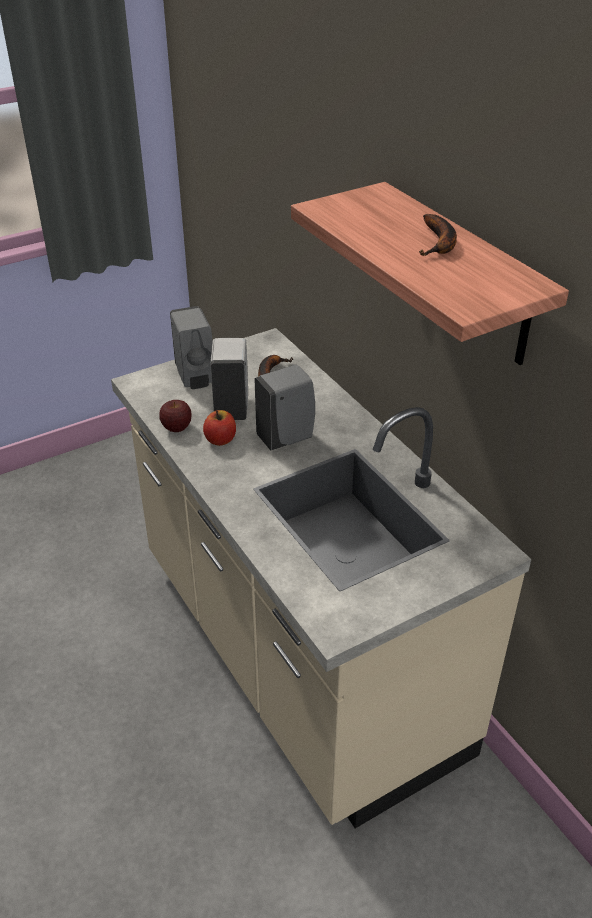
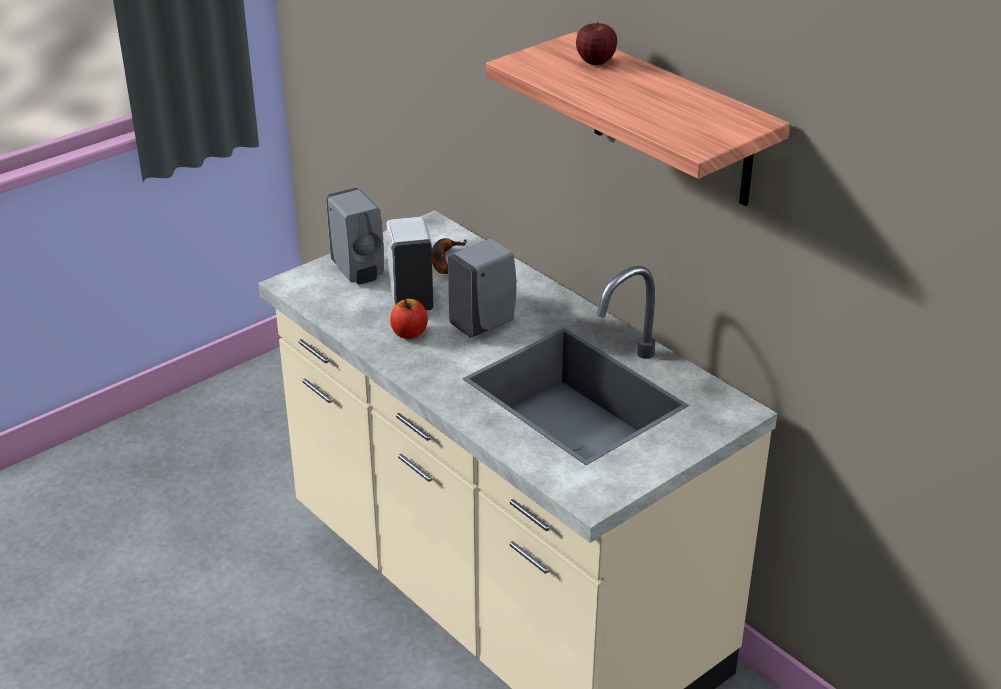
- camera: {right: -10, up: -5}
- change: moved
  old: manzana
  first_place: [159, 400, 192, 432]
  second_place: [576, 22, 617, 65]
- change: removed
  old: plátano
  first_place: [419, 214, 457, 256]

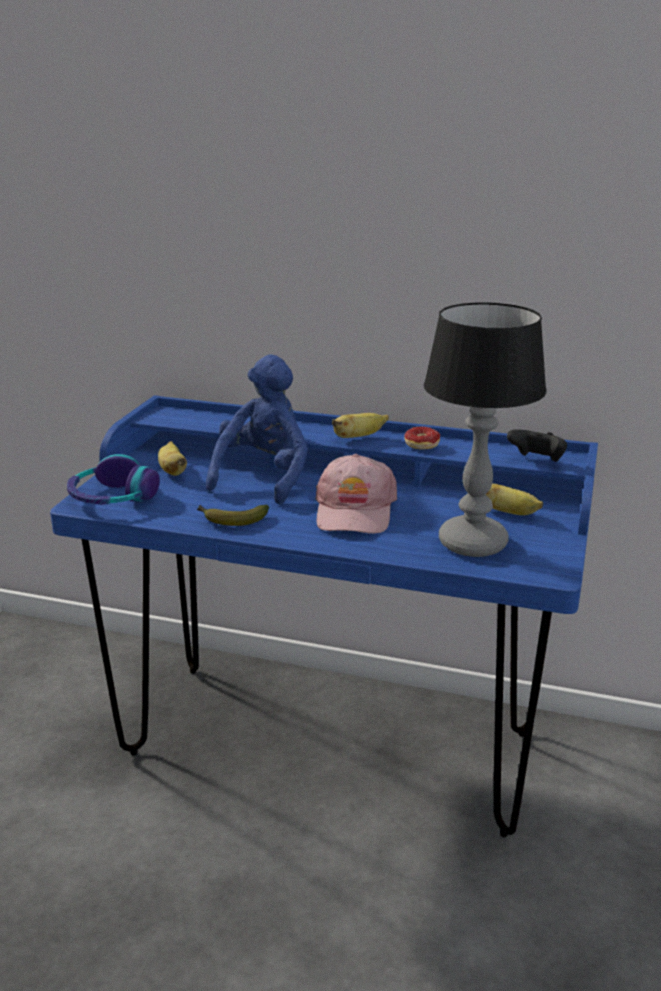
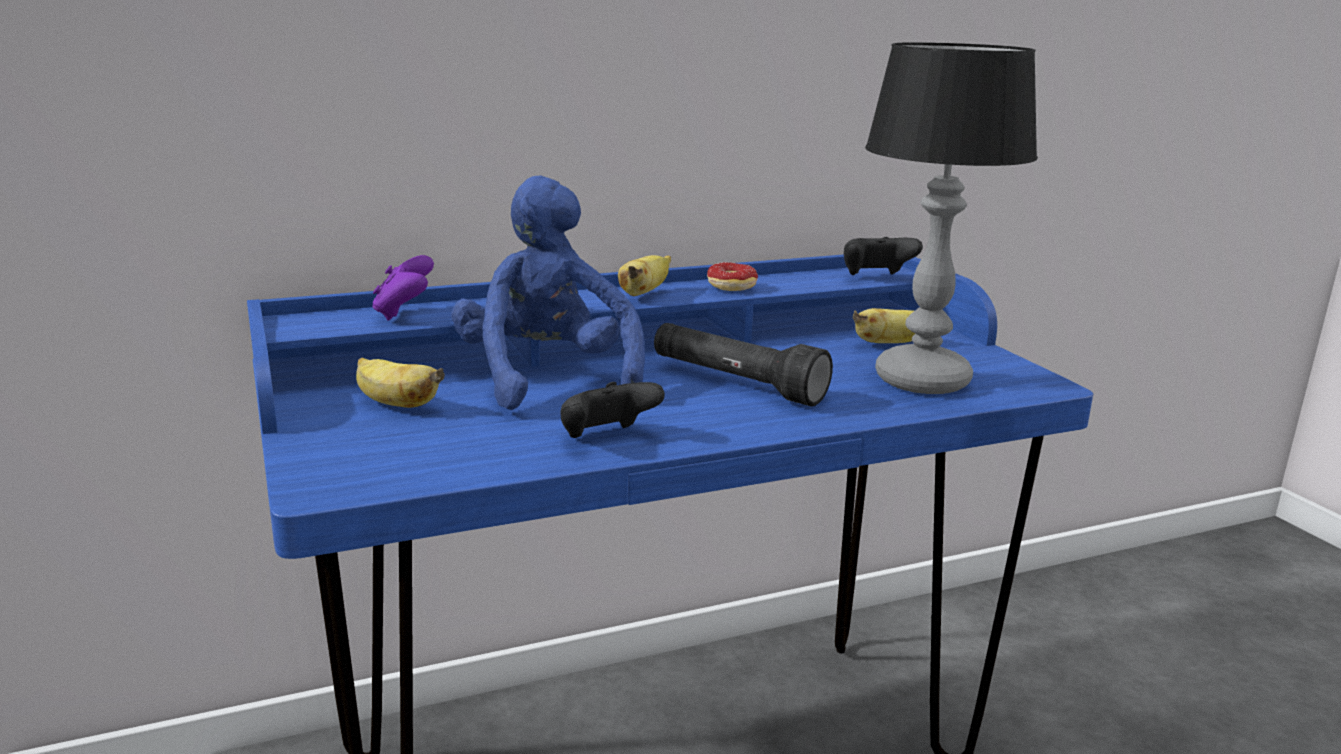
- camera: {right: -40, up: -5}
- change: added
  new: mando de consola [morado]
  second_place: [372, 255, 434, 321]
- change: replaced
  old: plátano
  new: mando de consola [negro]
  first_place: [197, 505, 269, 526]
  second_place: [560, 382, 665, 438]
- change: replaced
  old: gorra [rosa]
  new: linterna [negro]
  first_place: [315, 454, 397, 534]
  second_place: [654, 323, 833, 407]
- change: removed
  old: auriculares
  first_place: [67, 454, 160, 505]

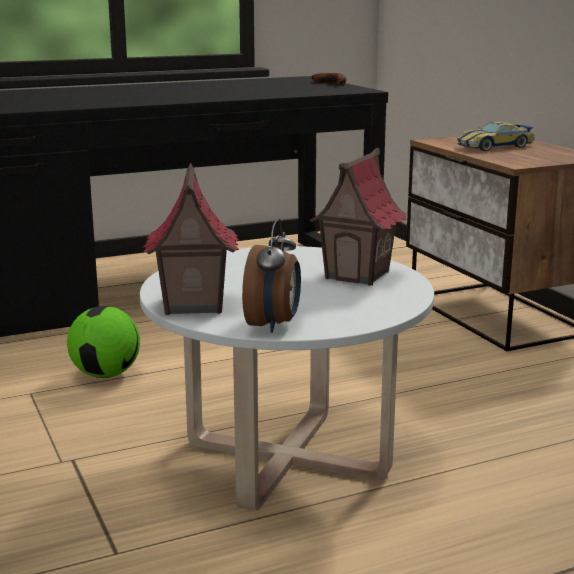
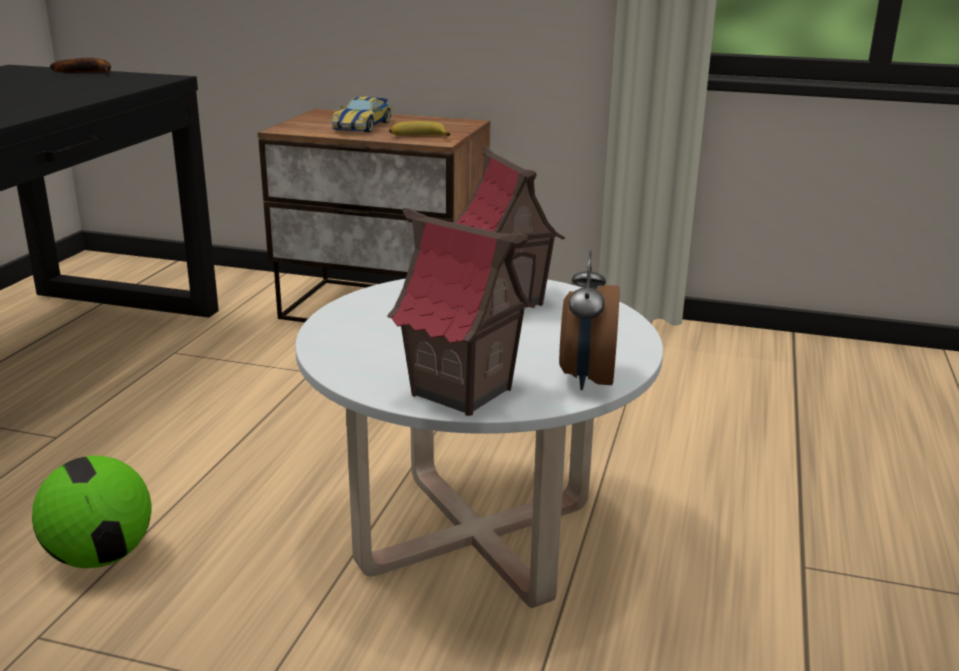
- camera: {right: -50, up: 5}
- change: added
  new: plátano
  second_place: [389, 121, 451, 136]
- change: turned
  old: despertador
  first_place: [242, 219, 301, 333]
  second_place: [559, 251, 620, 390]
  degrees: -135

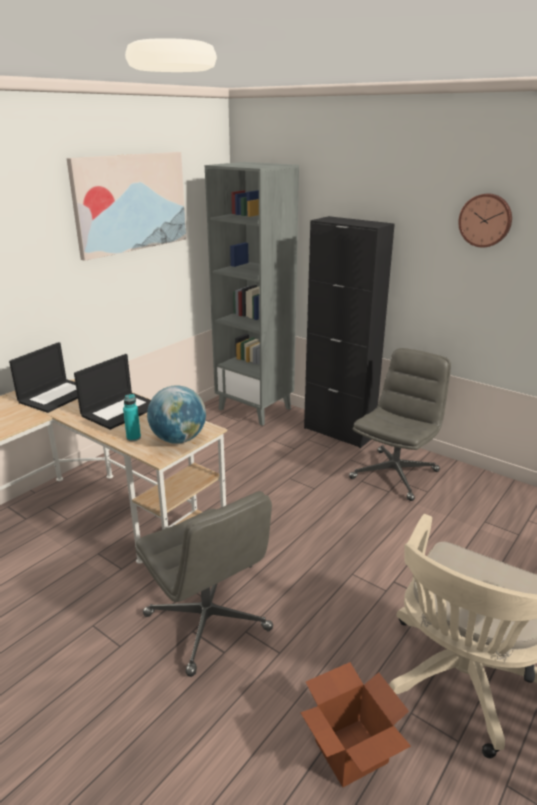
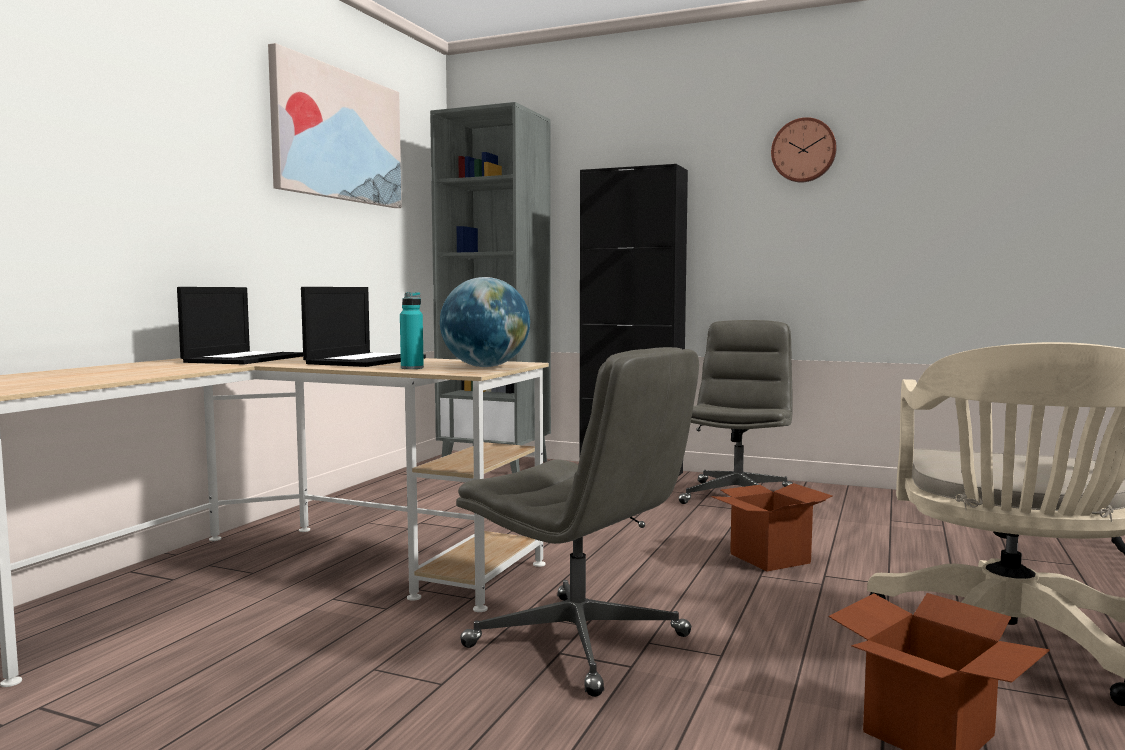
- camera: {right: -15, up: -20}
- change: added
  new: caja de cartón
  second_place: [711, 483, 833, 571]

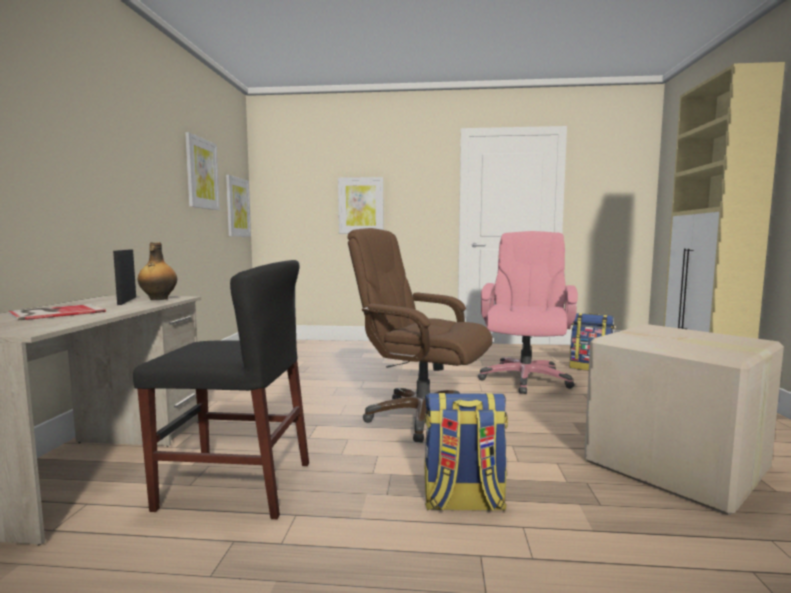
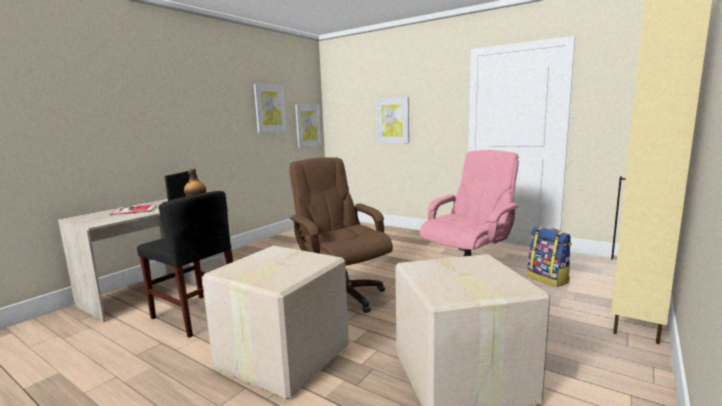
- camera: {right: 30, up: 5}
- change: replaced
  old: mochila
  new: caja de cartón
  first_place: [424, 393, 508, 511]
  second_place: [202, 245, 349, 399]

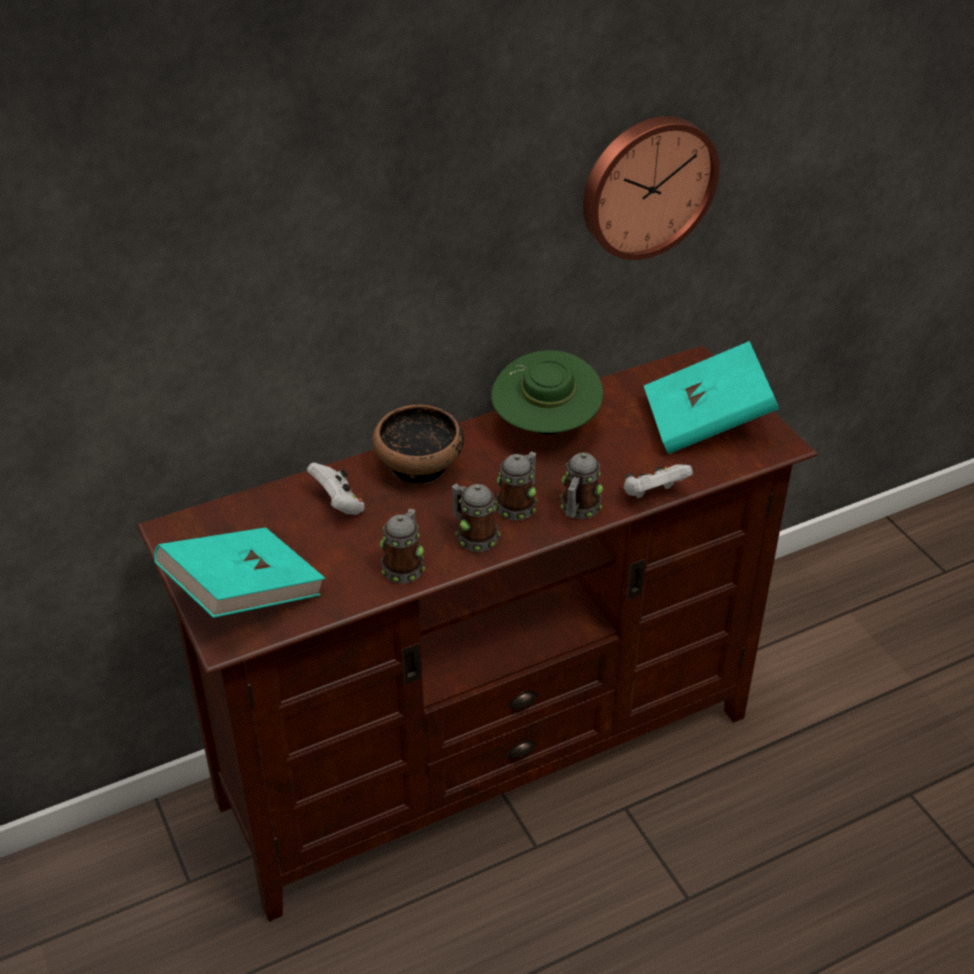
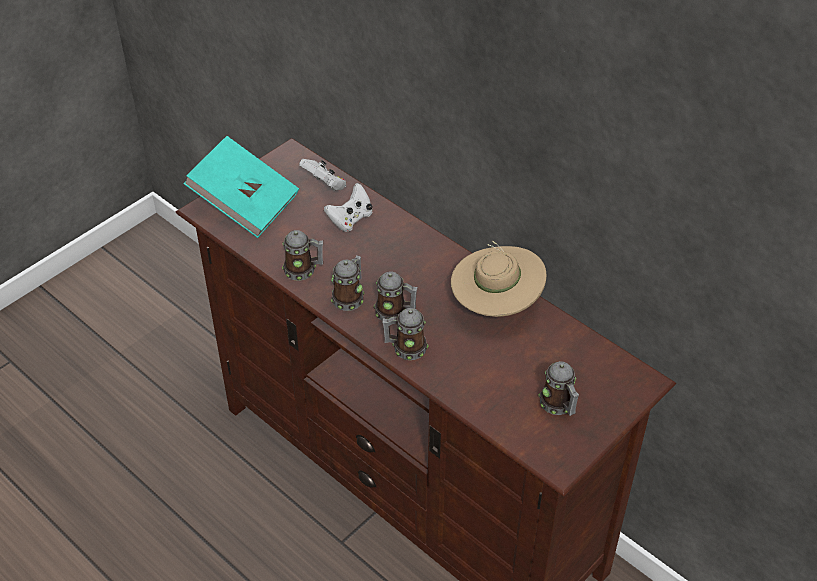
- camera: {right: 70, up: 5}
- change: moved
  old: mando de consola [blanco]
  first_place: [624, 464, 693, 498]
  second_place: [299, 159, 346, 191]
- change: recoloured
  old: sombrero [verde]
  new: sombrero [beis]
  first_place: [491, 350, 603, 435]
  second_place: [451, 241, 546, 317]
- change: replaced
  old: libro [turquesa]
  new: taza grande
  first_place: [644, 341, 779, 454]
  second_place: [538, 361, 579, 416]
- change: removed
  old: cuenco
  first_place: [373, 404, 464, 484]
- change: removed
  old: reloj de pared
  first_place: [583, 116, 719, 260]

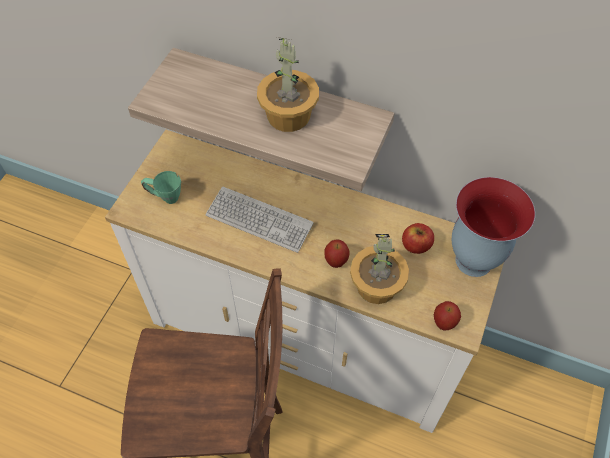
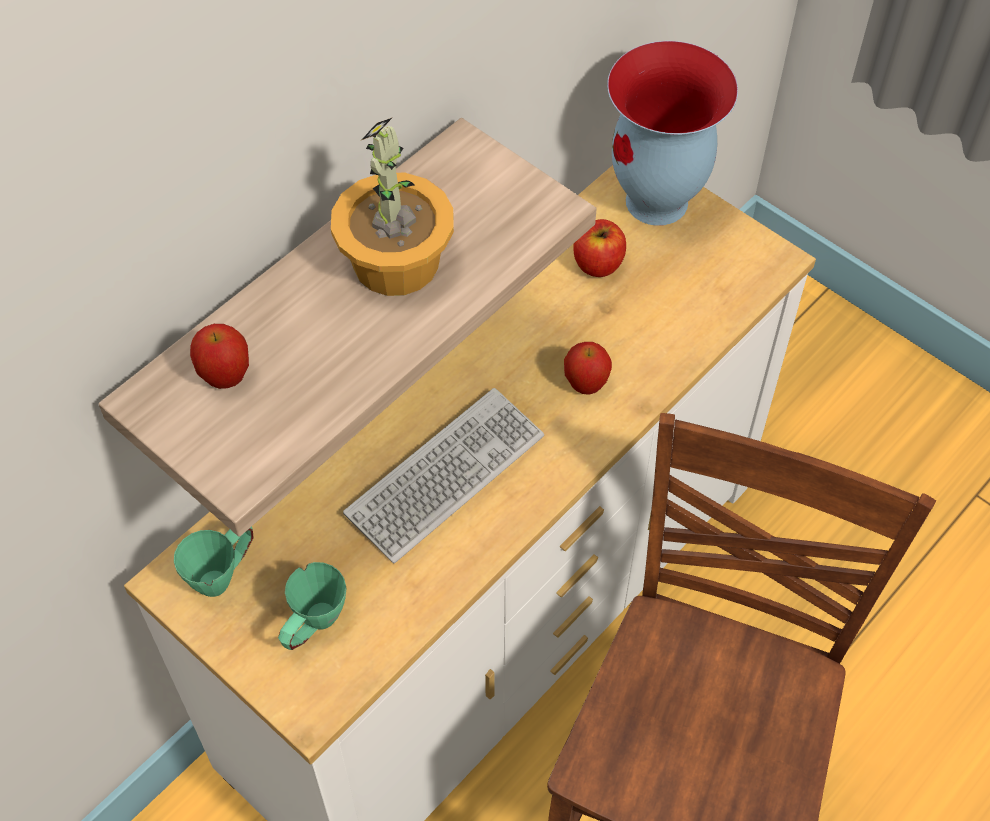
- camera: {right: -70, up: 0}
- change: added
  new: taza grande [verde]
  second_place: [174, 527, 254, 597]
- change: moved
  old: manzana
  first_place: [434, 301, 461, 331]
  second_place: [190, 324, 249, 389]
- change: removed
  old: planta en maceta
  first_place: [350, 234, 409, 304]

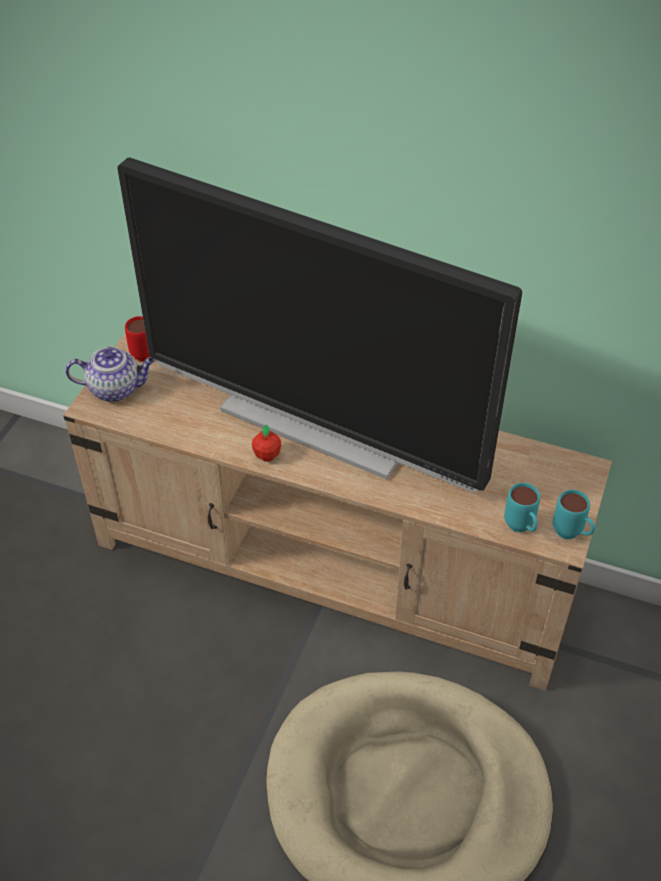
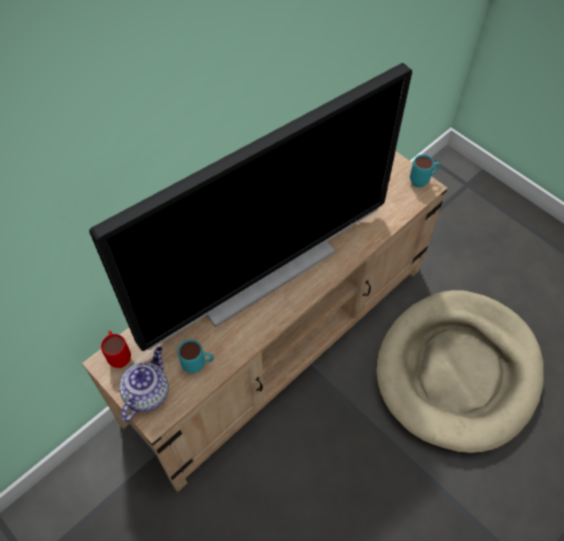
- camera: {right: -65, up: 10}
- change: moved
  old: taza grande [turquesa]
  first_place: [504, 483, 540, 532]
  second_place: [178, 339, 214, 373]
- change: removed
  old: manzana
  first_place: [252, 425, 281, 462]

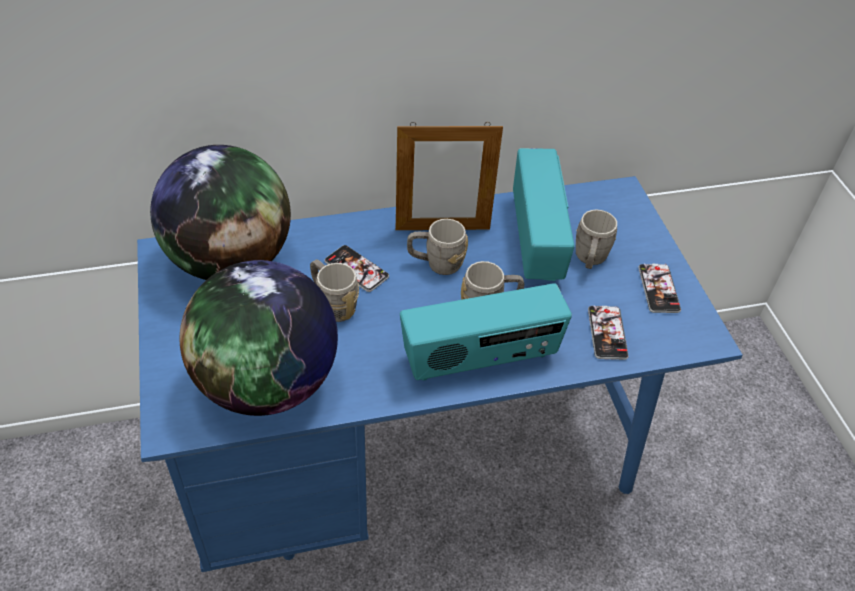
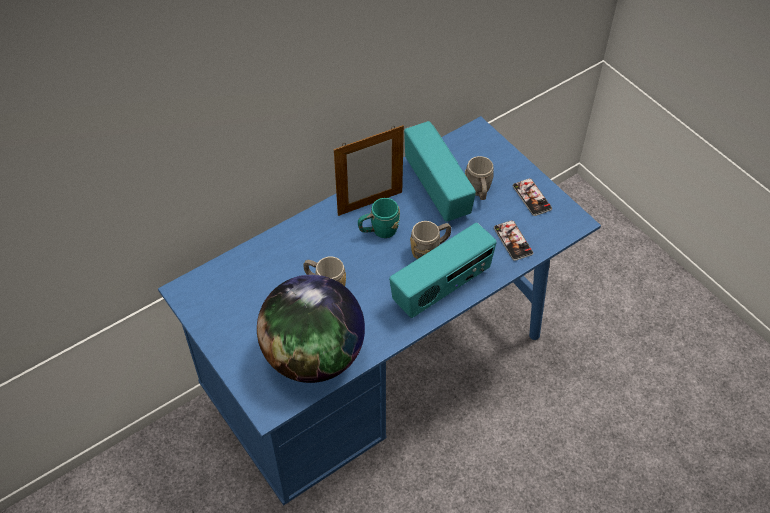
- camera: {right: -20, up: 5}
- change: recoloured
  old: taza grande [gris]
  new: taza grande [turquesa]
  first_place: [407, 219, 468, 275]
  second_place: [358, 198, 400, 238]
- change: removed
  old: globo terráqueo
  first_place: [150, 145, 291, 280]
- change: removed
  old: móvil
  first_place: [324, 245, 389, 292]

